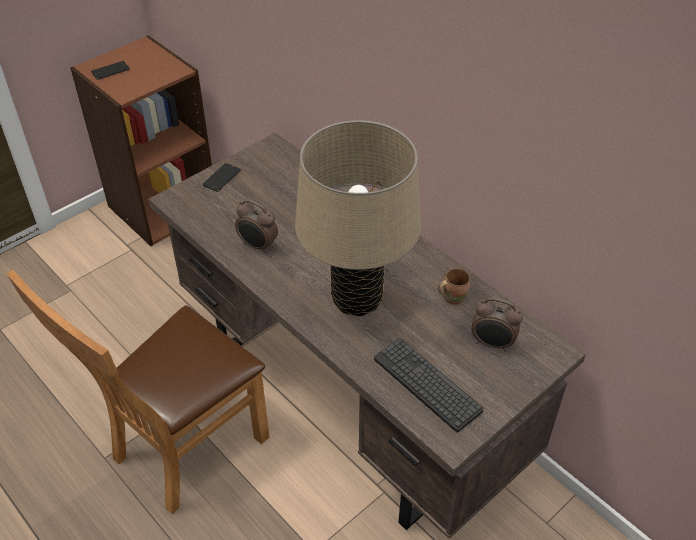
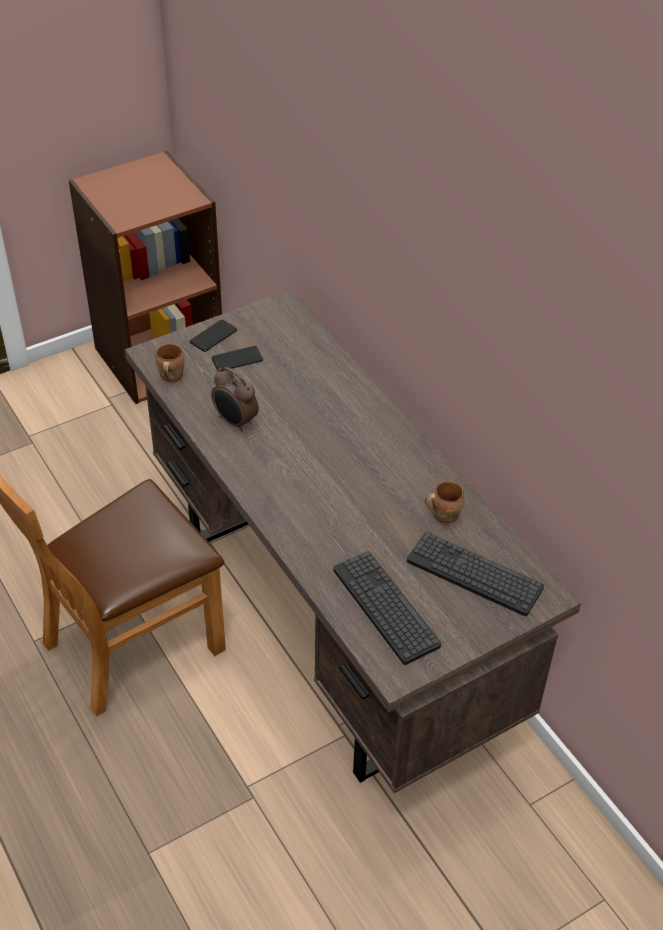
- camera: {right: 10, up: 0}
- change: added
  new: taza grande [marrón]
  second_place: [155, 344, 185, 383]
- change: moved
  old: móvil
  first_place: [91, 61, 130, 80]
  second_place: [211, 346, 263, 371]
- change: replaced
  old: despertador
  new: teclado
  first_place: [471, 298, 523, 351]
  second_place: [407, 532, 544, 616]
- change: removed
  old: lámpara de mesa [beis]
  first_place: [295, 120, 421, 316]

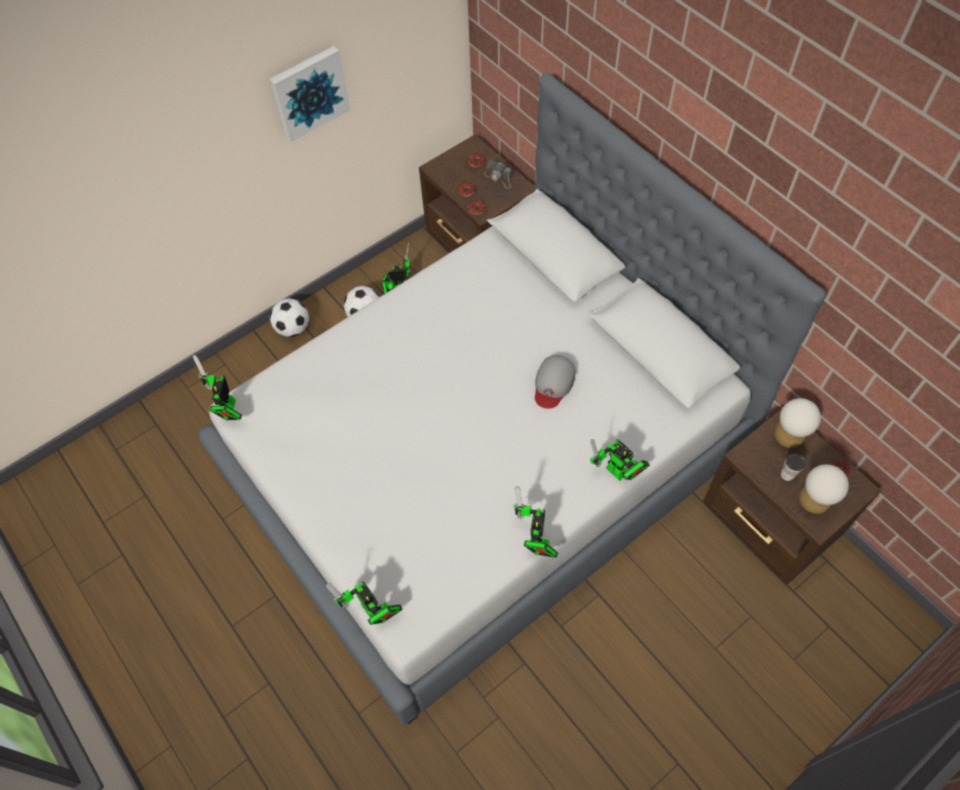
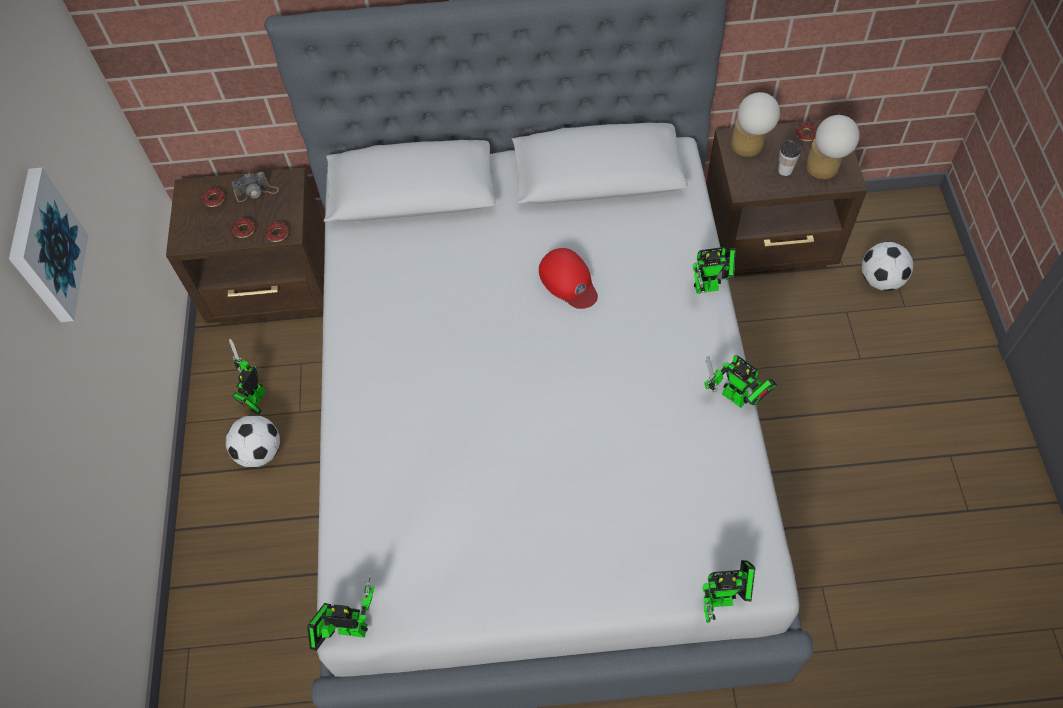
- camera: {right: -55, up: 0}
- change: turned
  old: robot de juguete
  first_place: [193, 355, 242, 420]
  second_place: [307, 573, 374, 651]
  degrees: 150
- change: recoloured
  old: gorra [gris]
  new: gorra [rojo]
  first_place: [535, 355, 576, 409]
  second_place: [539, 248, 598, 309]
- change: moved
  old: balón de fútbol
  first_place: [270, 298, 309, 337]
  second_place: [862, 242, 913, 291]

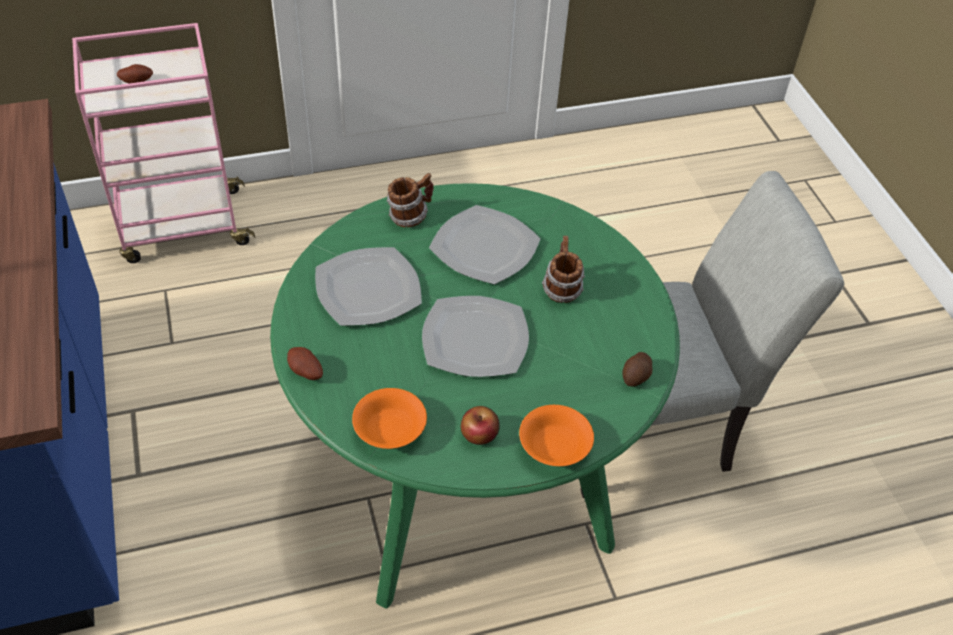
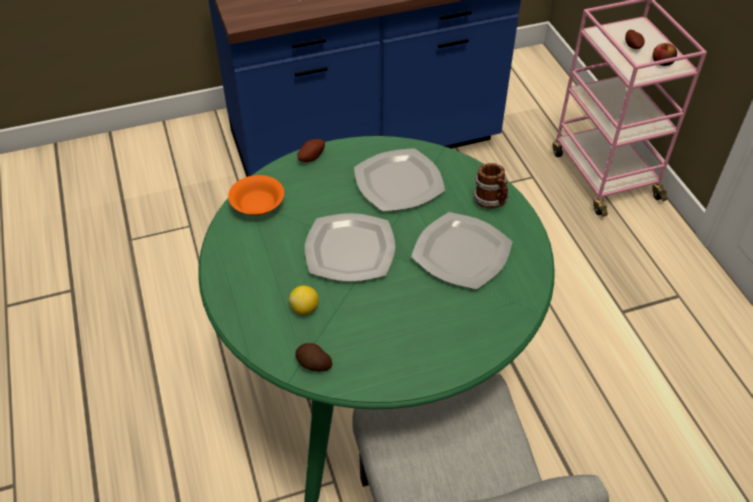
- camera: {right: 90, up: 0}
- change: added
  new: limón
  second_place: [289, 285, 319, 315]
- change: moved
  old: manzana
  first_place: [461, 406, 500, 445]
  second_place: [652, 43, 677, 66]
- change: removed
  old: cuenco [naranja]
  first_place: [519, 405, 594, 466]
- change: removed
  old: taza grande
  first_place: [542, 236, 585, 303]

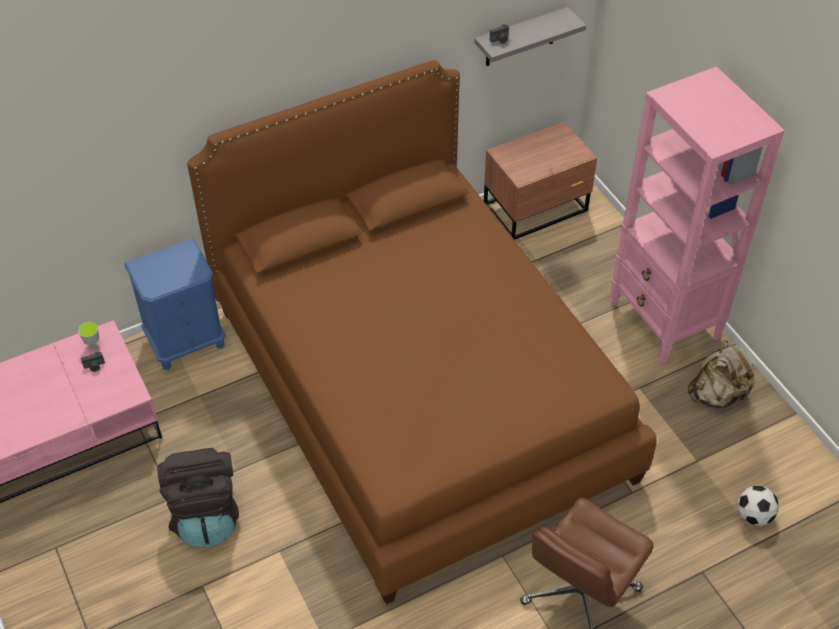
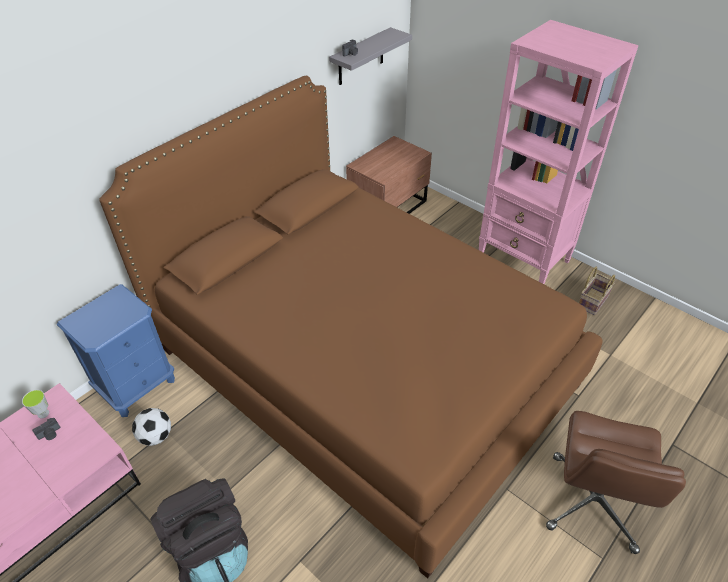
- camera: {right: -20, up: -5}
- change: moved
  old: balón de fútbol
  first_place: [737, 486, 779, 526]
  second_place: [132, 408, 171, 446]
- change: replaced
  old: mochila [beis]
  new: cesta
  first_place: [688, 340, 755, 408]
  second_place: [579, 267, 615, 315]

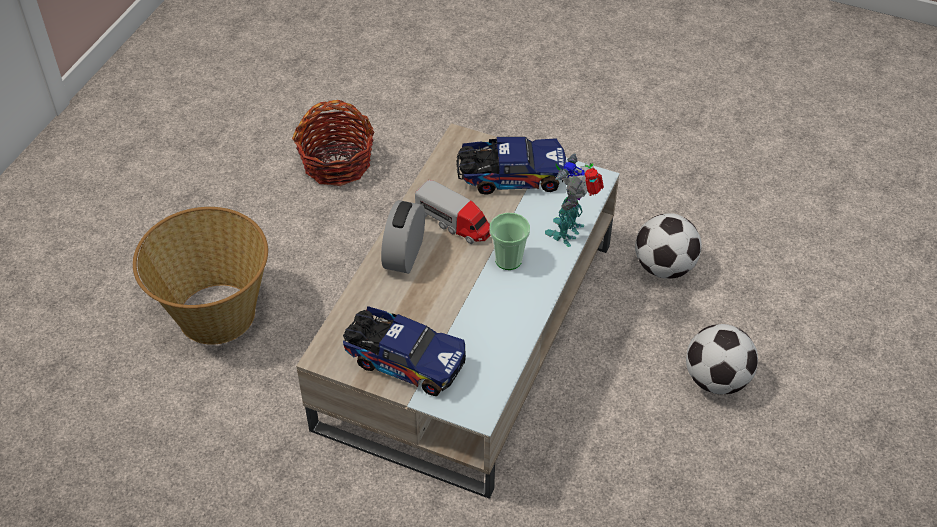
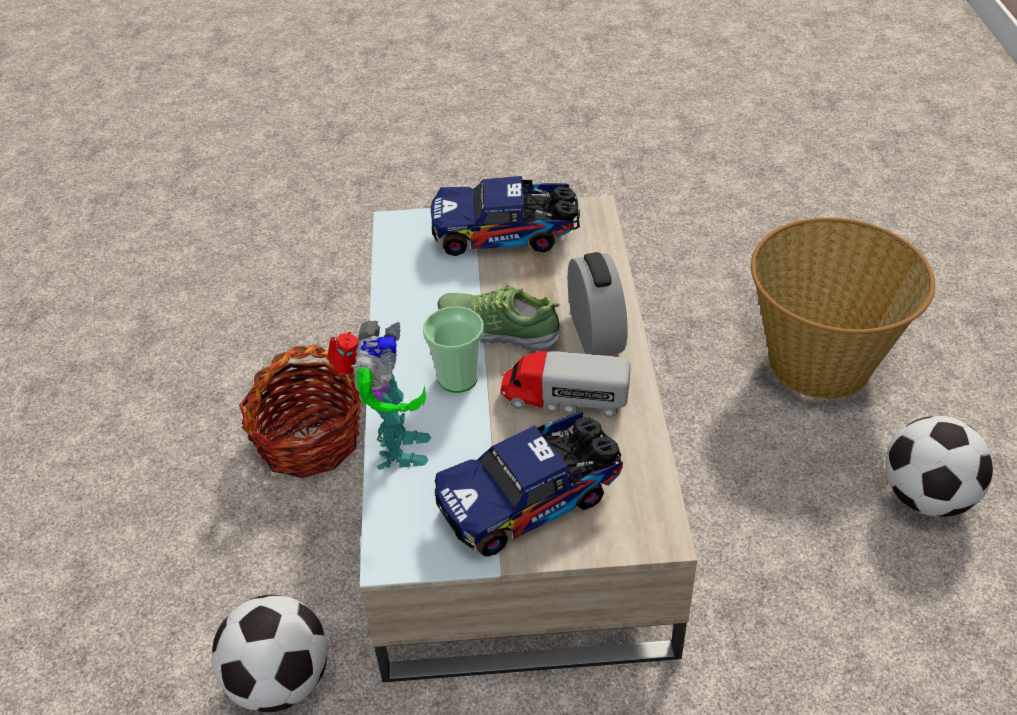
- camera: {right: 155, up: -5}
- change: moved
  old: cesta
  first_place: [292, 100, 374, 186]
  second_place: [239, 344, 361, 479]
- change: added
  new: zapato
  second_place: [437, 285, 562, 352]
- change: moved
  old: balón de fútbol
  first_place: [686, 324, 758, 395]
  second_place: [885, 416, 993, 517]

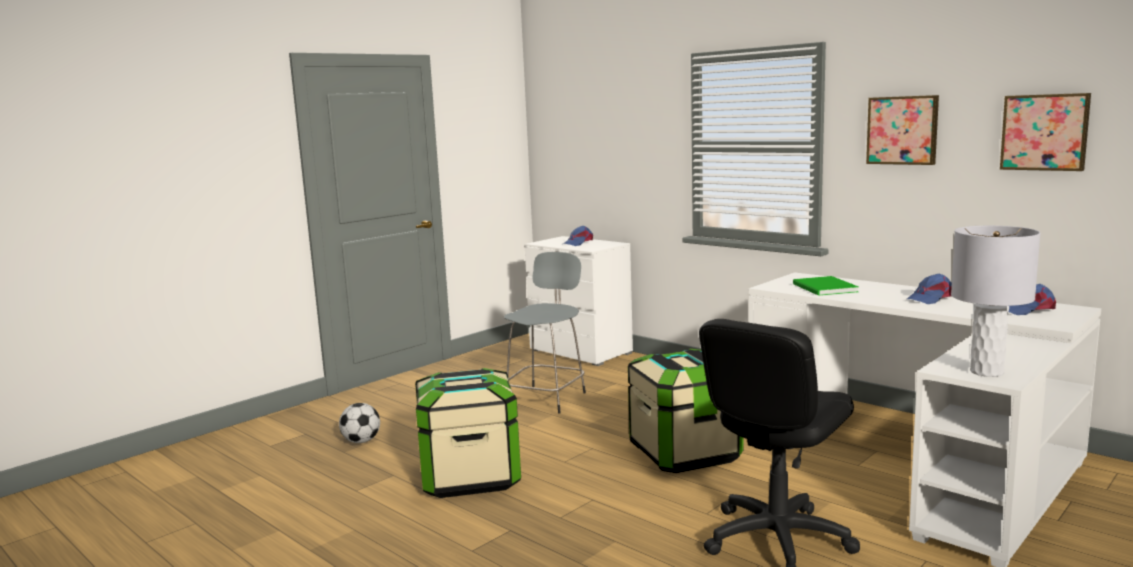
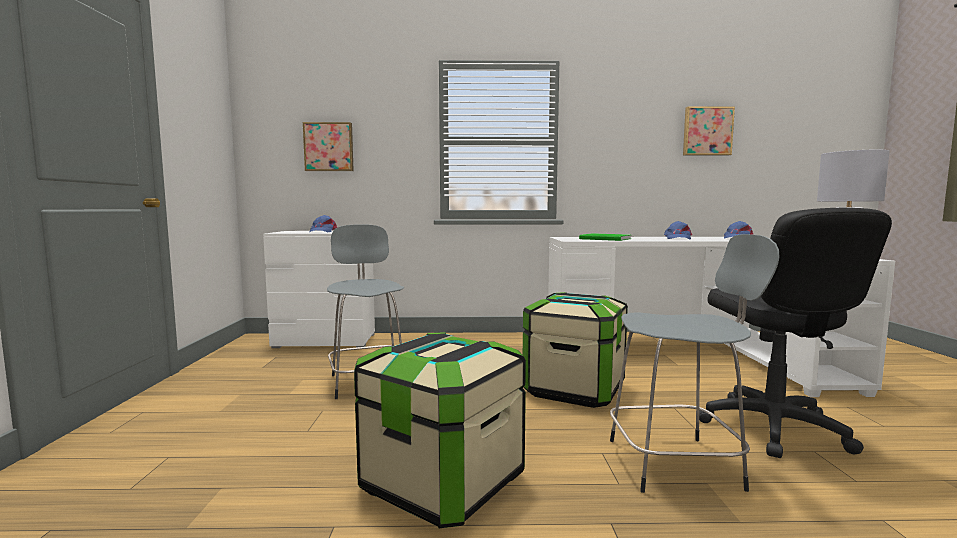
- camera: {right: -45, up: -5}
- change: moved
  old: cuadro
  first_place: [866, 95, 939, 165]
  second_place: [303, 122, 354, 171]
- change: added
  new: taburete [gris]
  second_place: [610, 234, 780, 493]
- change: removed
  old: balón de fútbol
  first_place: [339, 403, 380, 443]

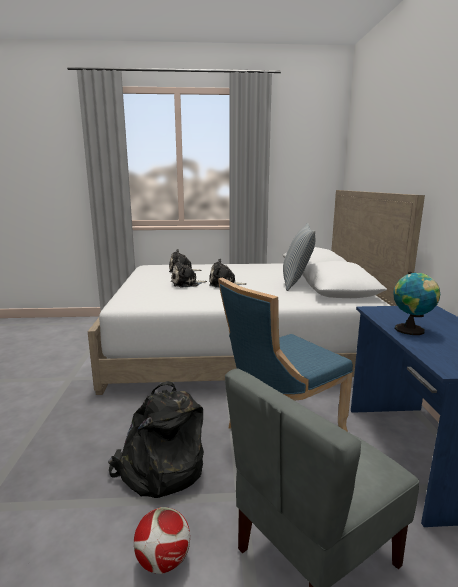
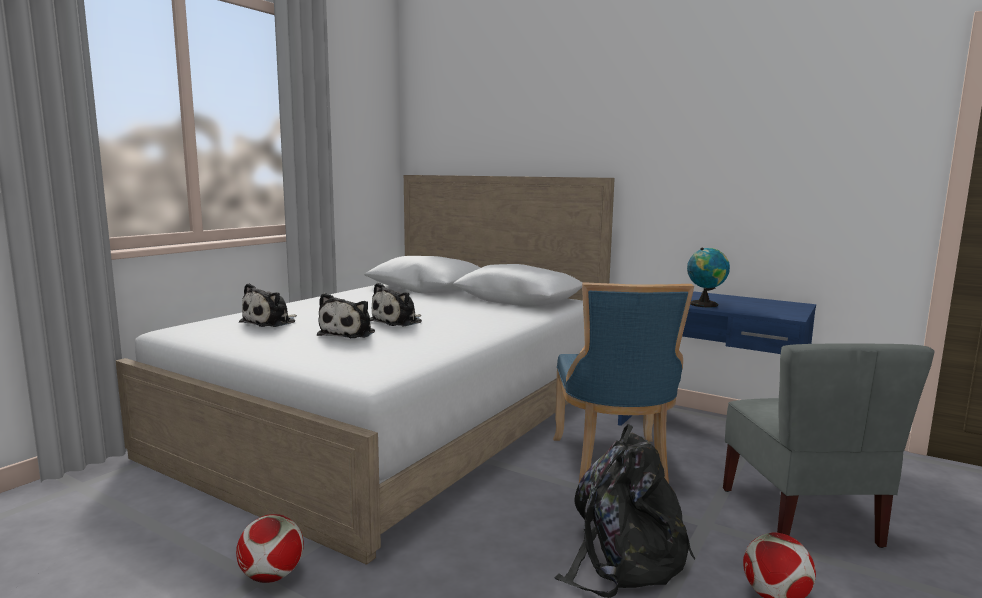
- camera: {right: -55, up: -5}
- change: added
  new: balón de fútbol
  second_place: [236, 514, 304, 583]
- change: removed
  old: cojín
  first_place: [283, 223, 315, 291]

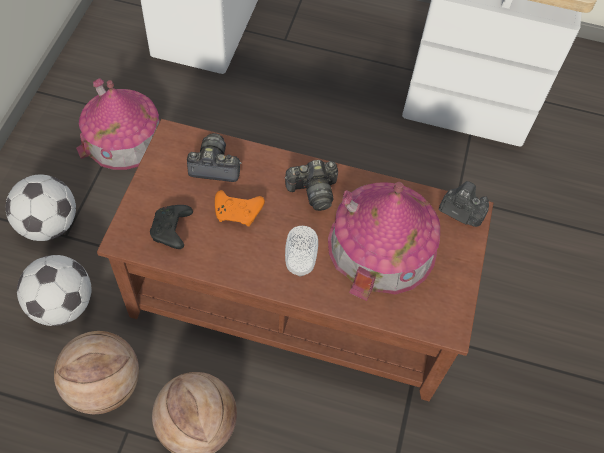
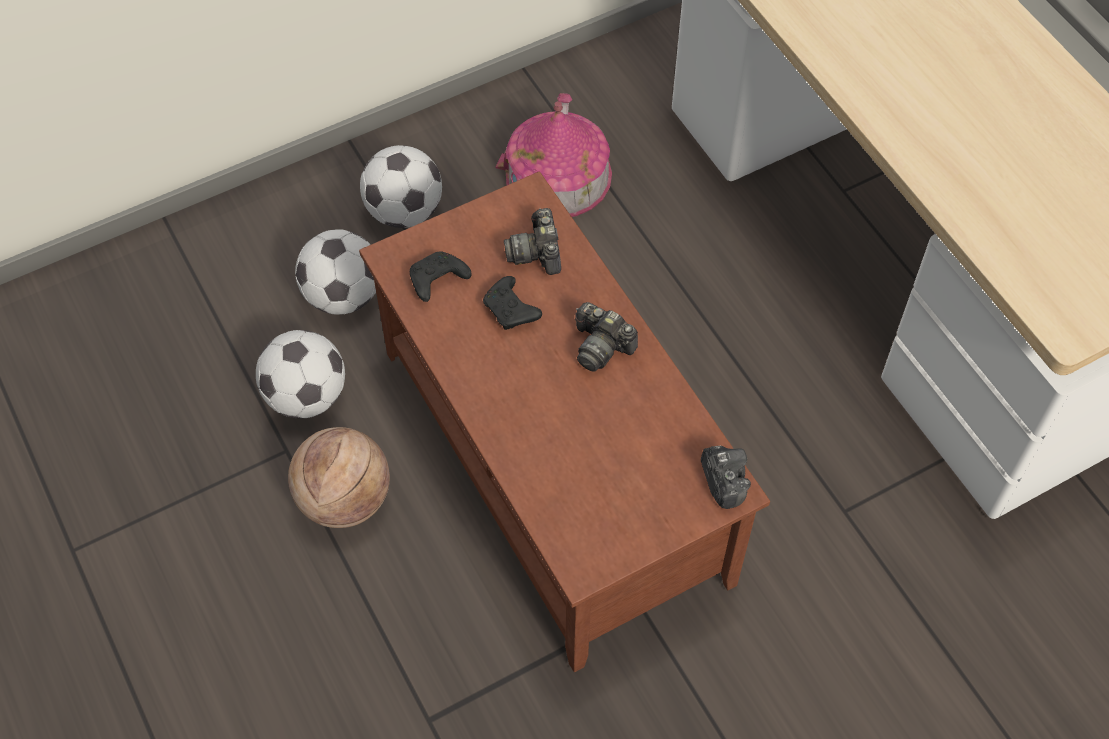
- camera: {right: 50, up: 0}
- change: replaced
  old: balón de baloncesto
  new: balón de fútbol
  first_place: [54, 331, 139, 414]
  second_place: [256, 330, 345, 418]
- change: recoloured
  old: mando de consola [naranja]
  new: mando de consola [negro]
  first_place: [215, 190, 265, 226]
  second_place: [483, 276, 542, 330]
- change: turned
  old: cámara
  first_place: [187, 133, 241, 182]
  second_place: [504, 208, 561, 275]
  degrees: -150
- change: removed
  old: taza
  first_place: [285, 226, 318, 277]
- change: removed
  old: casita
  first_place: [328, 182, 440, 301]

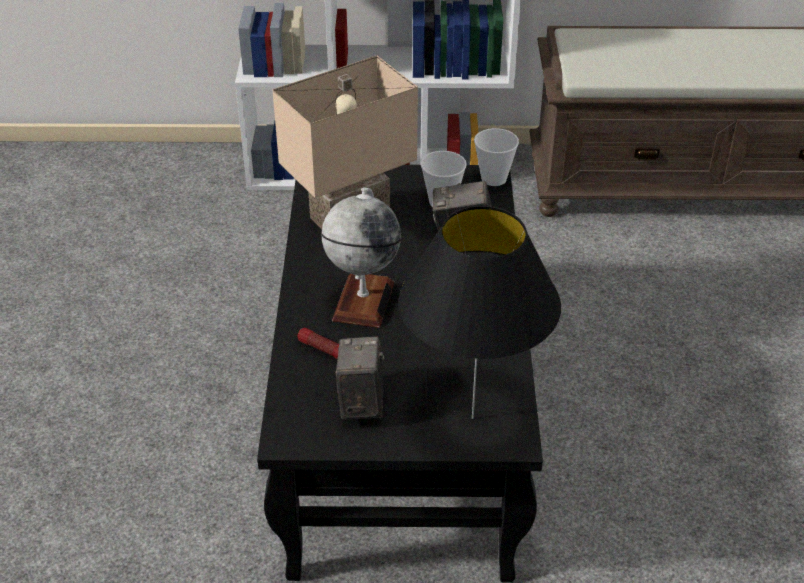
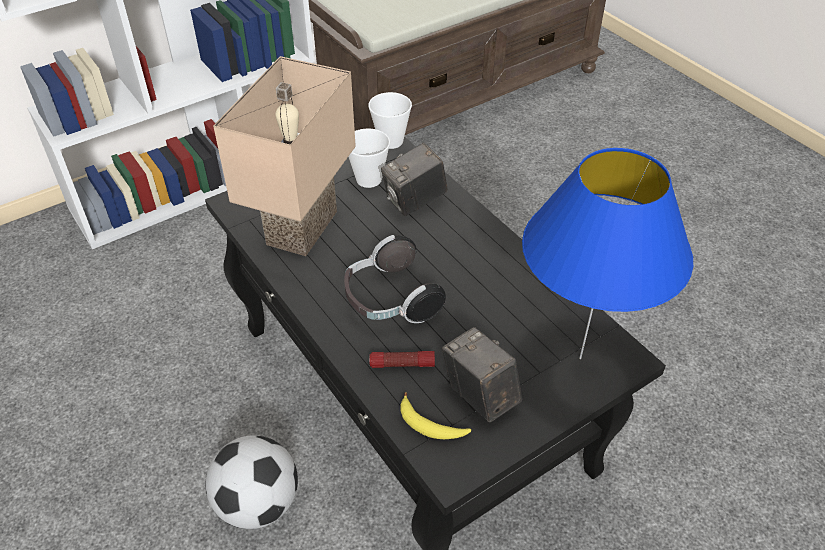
- camera: {right: -35, up: 5}
- change: added
  new: balón de fútbol
  second_place: [206, 436, 298, 529]
- change: replaced
  old: globo terráqueo
  new: auriculares
  first_place: [321, 188, 401, 328]
  second_place: [344, 235, 446, 323]
- change: added
  new: plátano
  second_place: [400, 392, 471, 439]
- change: recoloured
  old: lámpara de mesa [negro]
  new: lámpara de mesa [azul]
  first_place: [399, 206, 561, 419]
  second_place: [522, 148, 693, 359]

